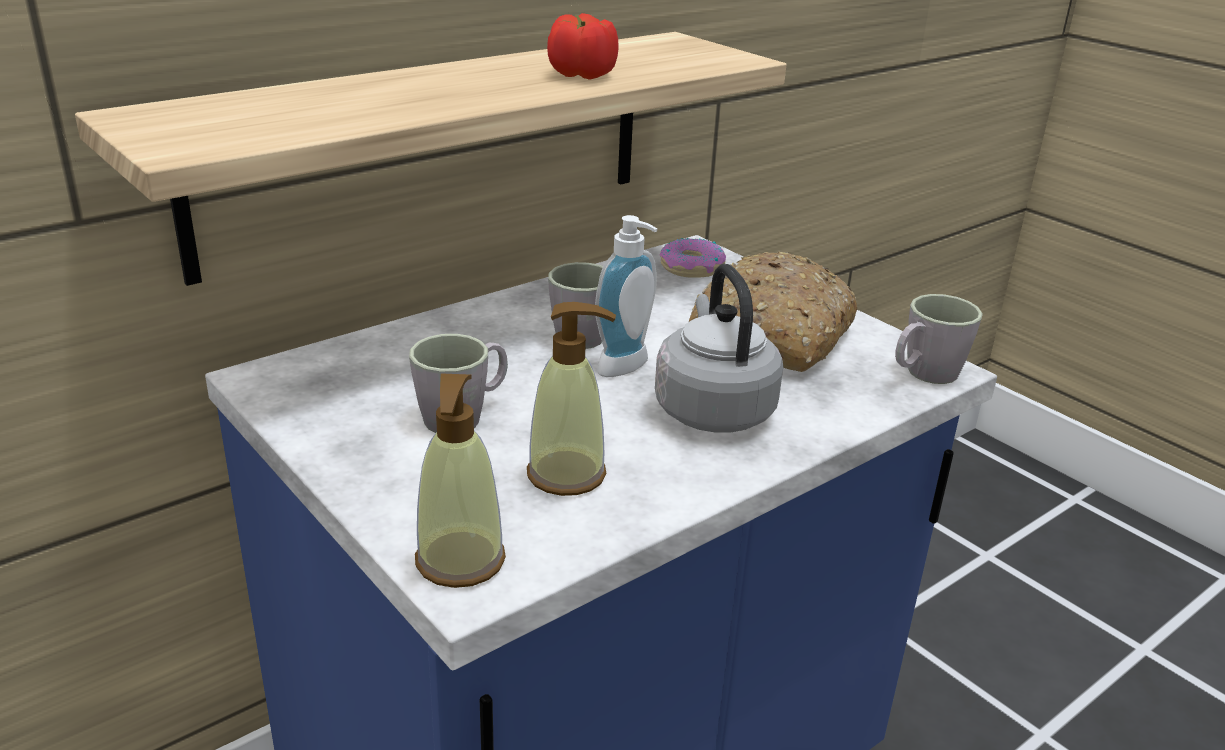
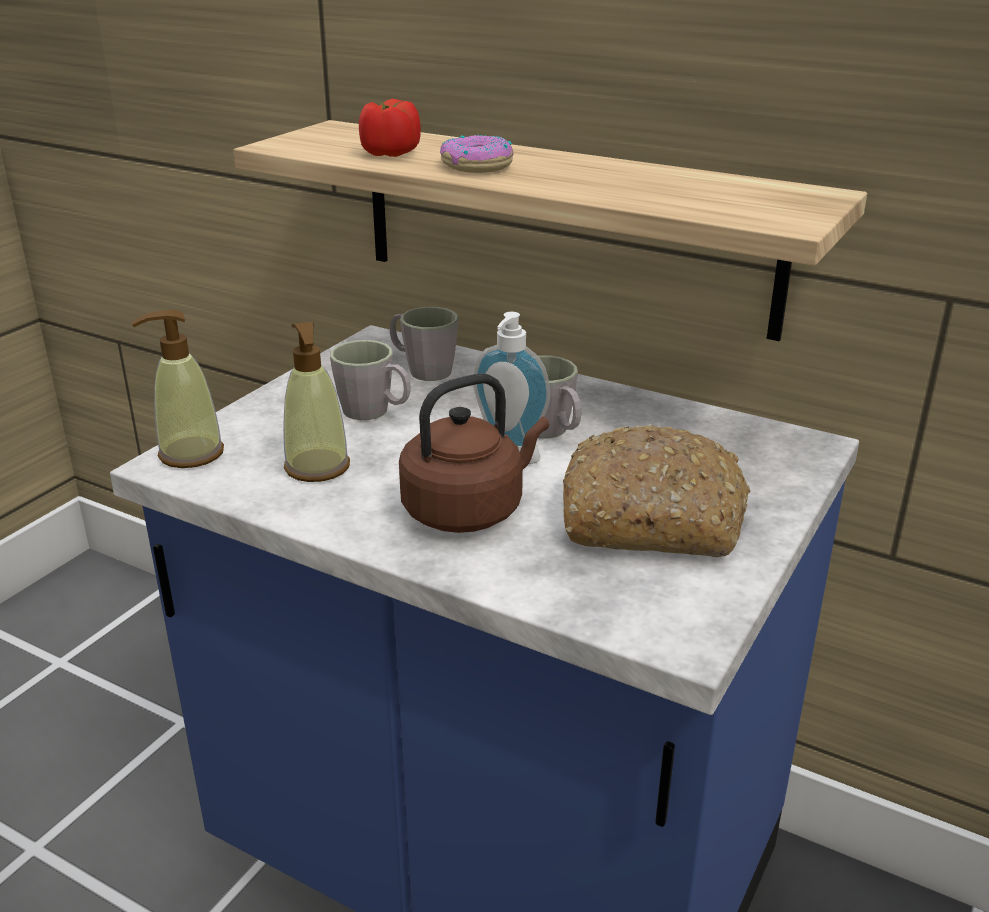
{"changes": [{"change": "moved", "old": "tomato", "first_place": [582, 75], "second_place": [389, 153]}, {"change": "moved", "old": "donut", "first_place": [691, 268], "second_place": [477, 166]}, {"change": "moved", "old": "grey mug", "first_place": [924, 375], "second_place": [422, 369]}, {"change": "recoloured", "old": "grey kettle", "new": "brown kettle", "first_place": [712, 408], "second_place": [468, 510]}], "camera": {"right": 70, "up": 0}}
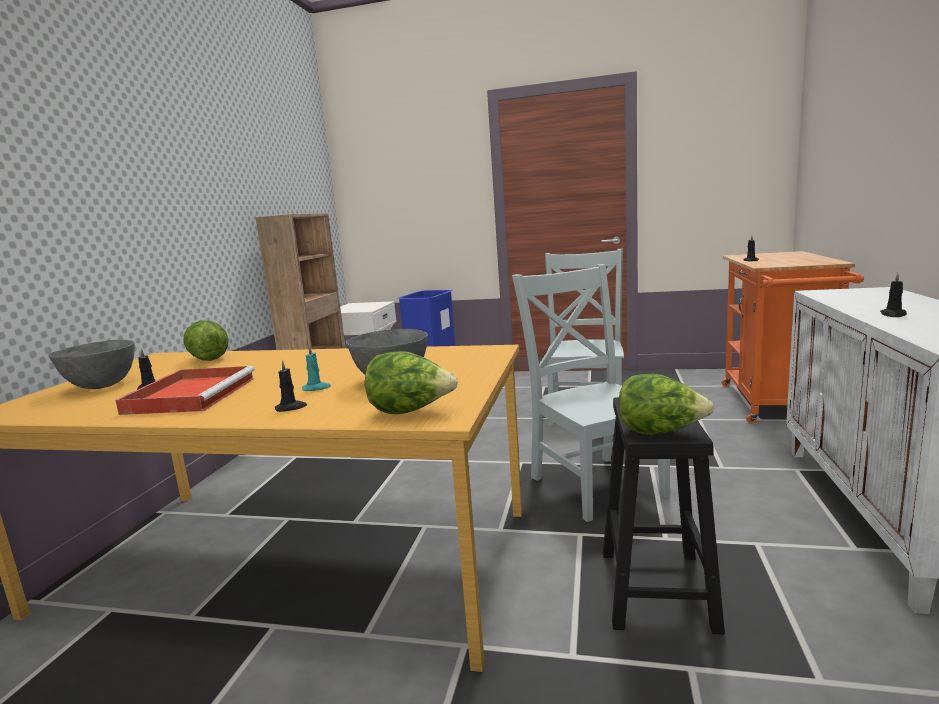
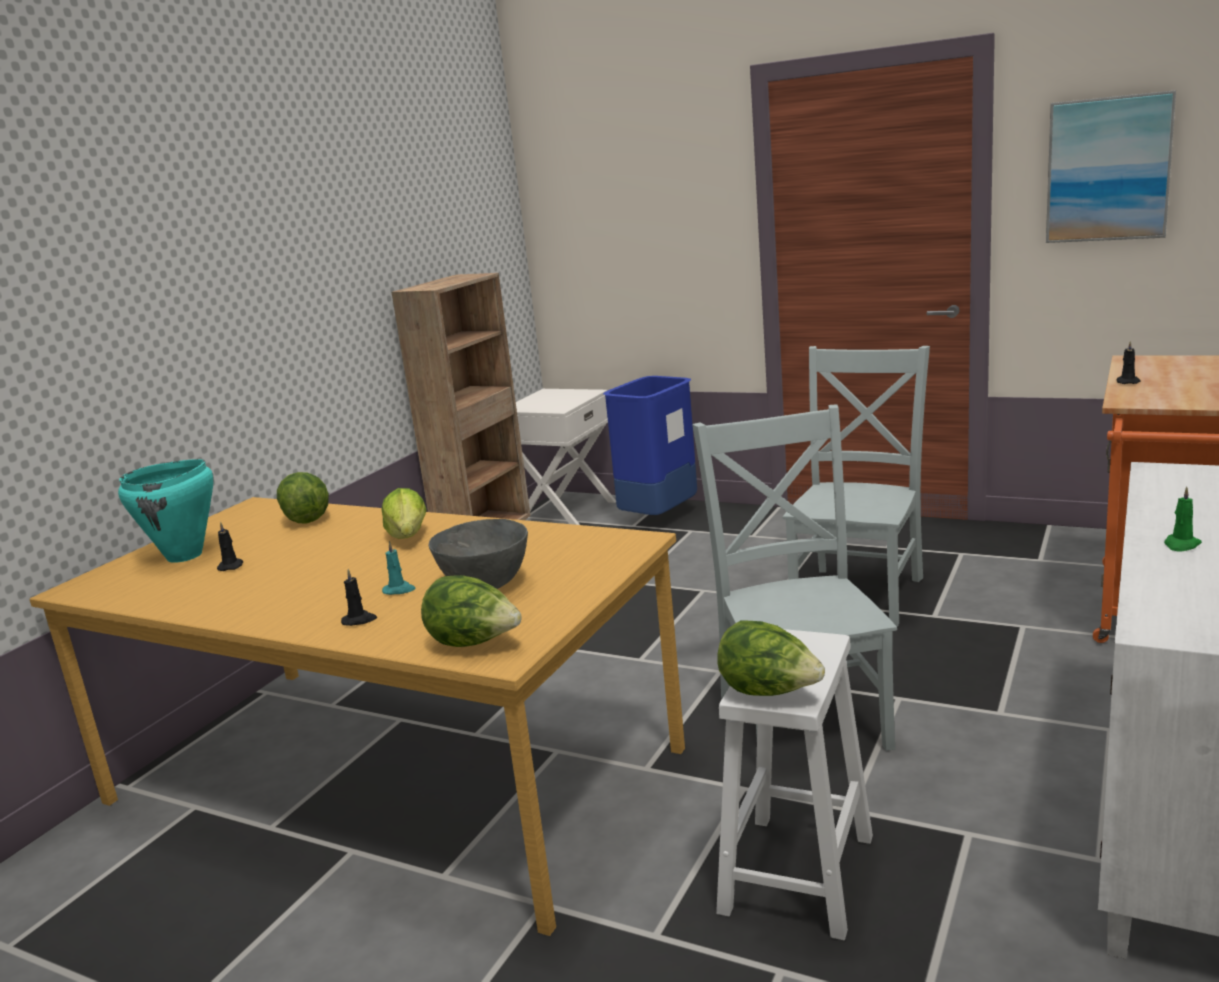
{"changes": [{"change": "removed", "old": "red tray", "first_place": [192, 394]}, {"change": "added", "new": "lettuce", "second_place": [408, 536]}, {"change": "added", "new": "picture", "second_place": [1108, 169]}, {"change": "replaced", "old": "grey bowl", "new": "turquoise cooking pot", "first_place": [102, 386], "second_place": [185, 556]}, {"change": "recoloured", "old": "black stool", "new": "white stool", "first_place": [657, 590], "second_place": [797, 876]}, {"change": "recoloured", "old": "black candle", "new": "green candle", "first_place": [893, 315], "second_place": [1181, 545]}], "camera": {"right": 15, "up": 5}}
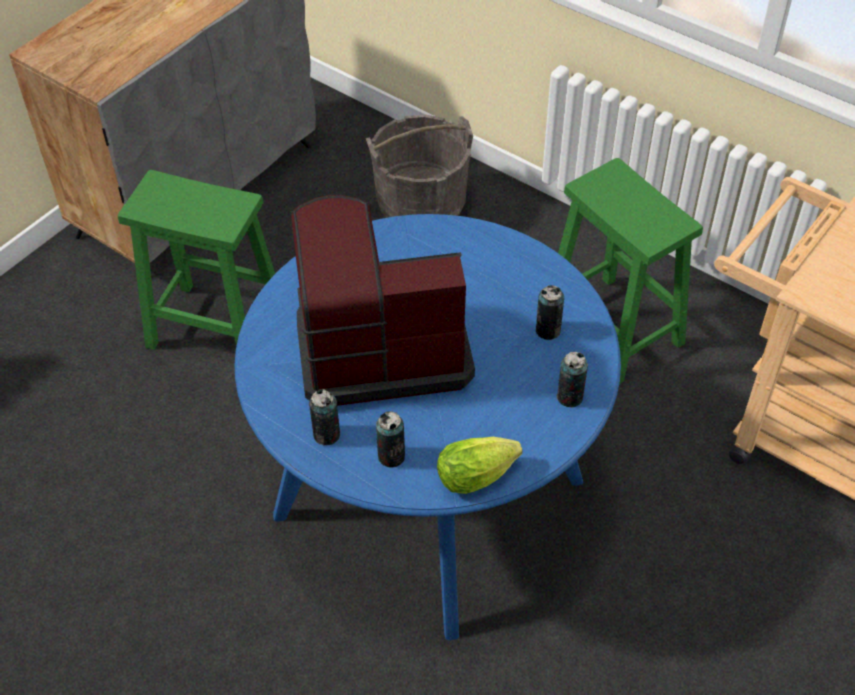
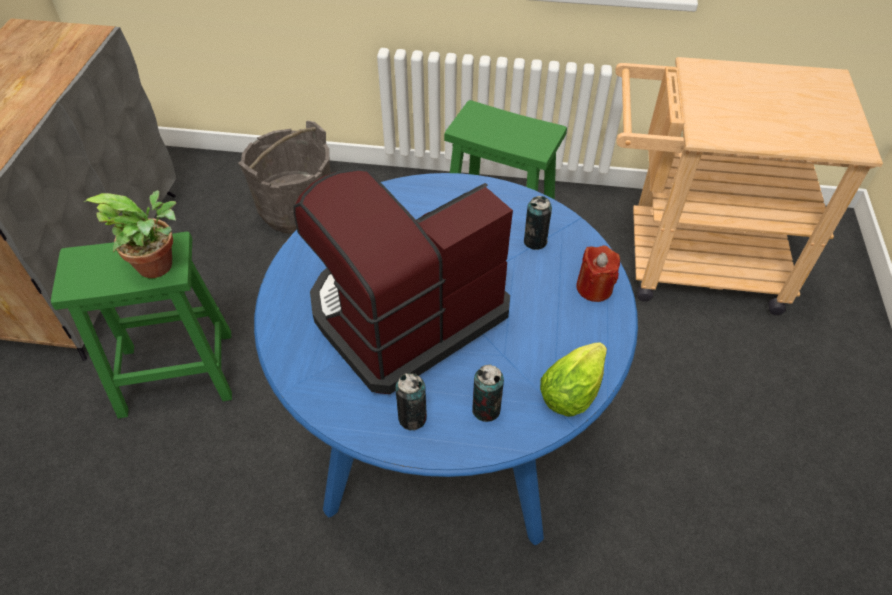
{"changes": [{"change": "added", "new": "potted plant", "second_place": [160, 265]}, {"change": "replaced", "old": "can", "new": "red candle", "first_place": [569, 397], "second_place": [594, 288]}], "camera": {"right": -30, "up": 0}}
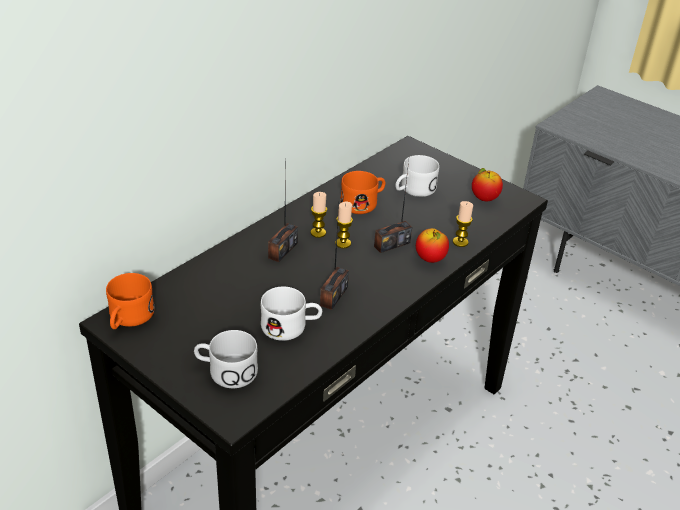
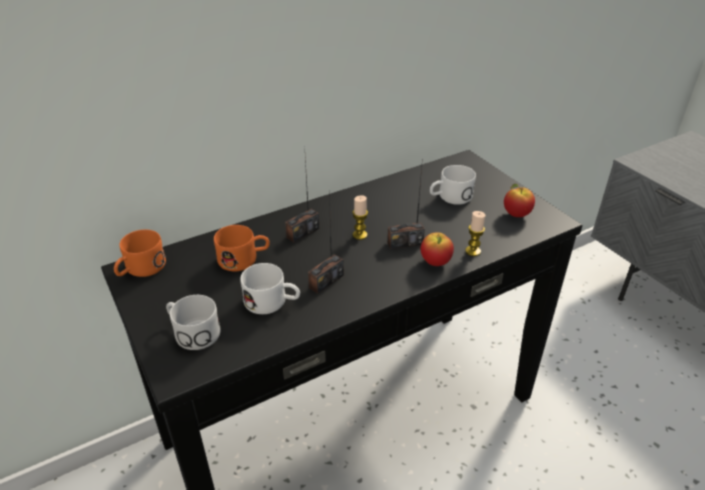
{"changes": [{"change": "removed", "old": "candle", "first_place": [318, 233]}, {"change": "moved", "old": "orange mug", "first_place": [363, 203], "second_place": [244, 259]}], "camera": {"right": 20, "up": 0}}
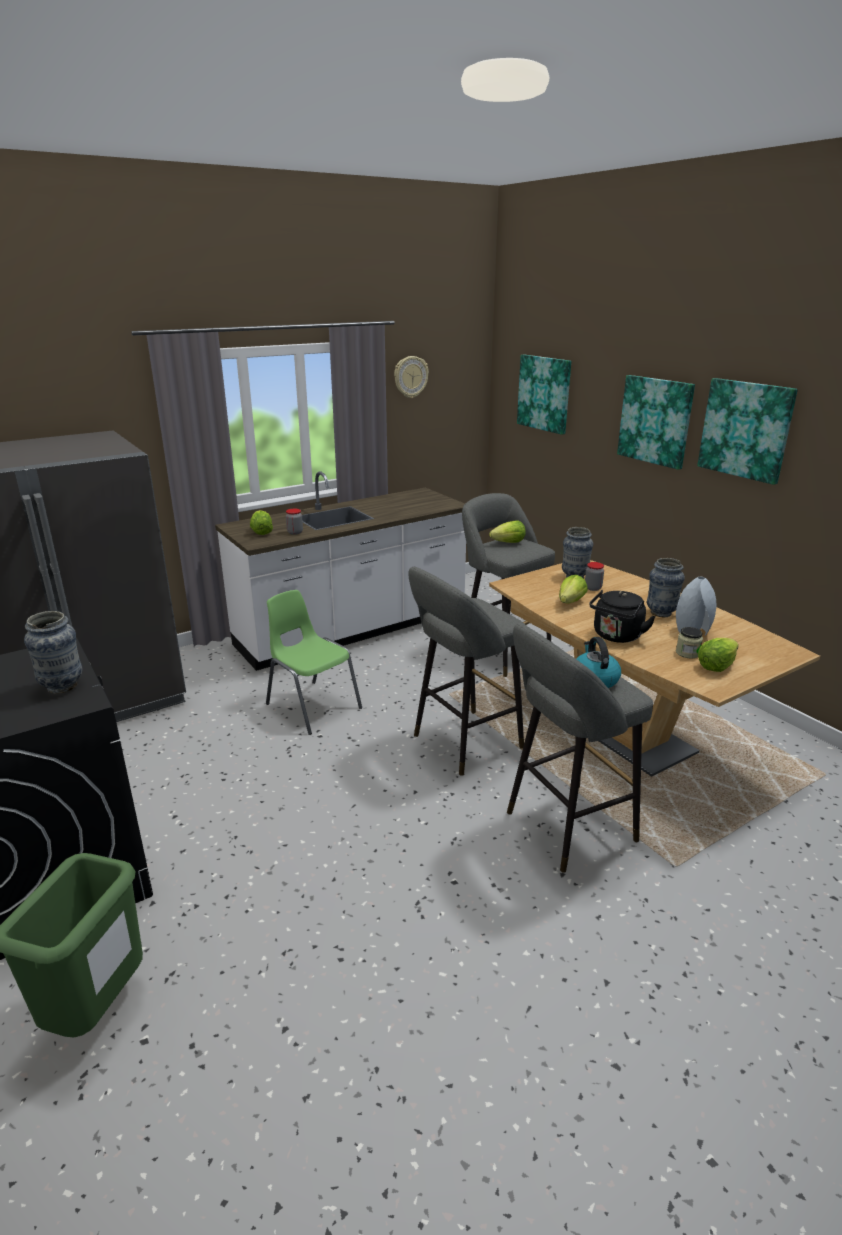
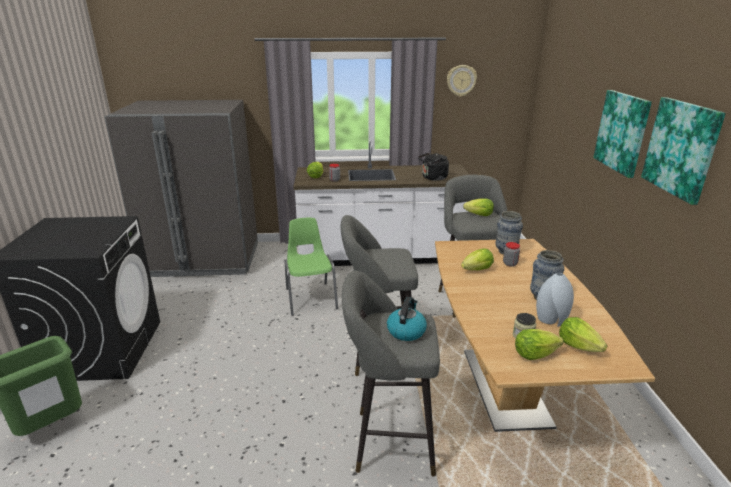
{"changes": [{"change": "removed", "old": "vase", "first_place": [62, 686]}, {"change": "removed", "old": "picture", "first_place": [544, 393]}, {"change": "added", "new": "lettuce", "second_place": [578, 346]}, {"change": "moved", "old": "black kettle", "first_place": [616, 636], "second_place": [433, 178]}], "camera": {"right": 30, "up": 0}}
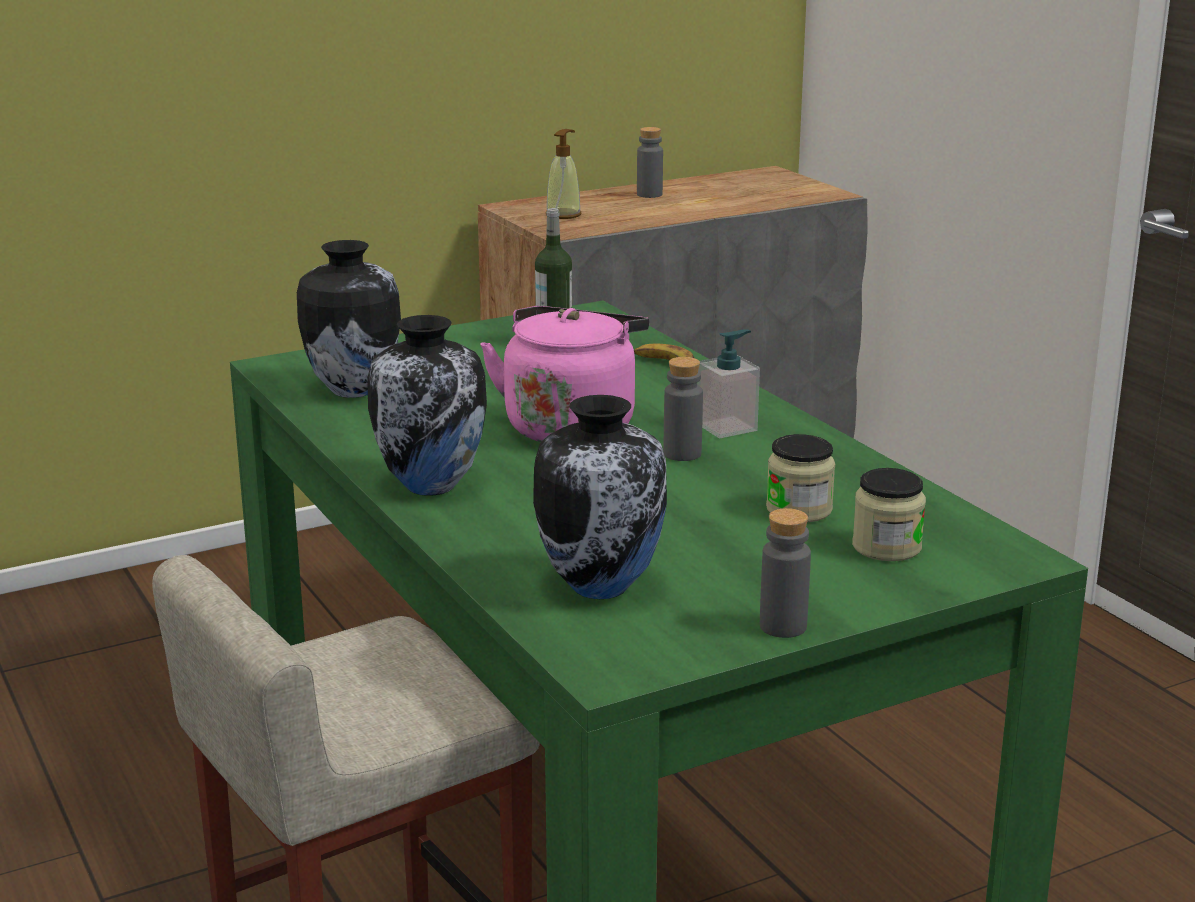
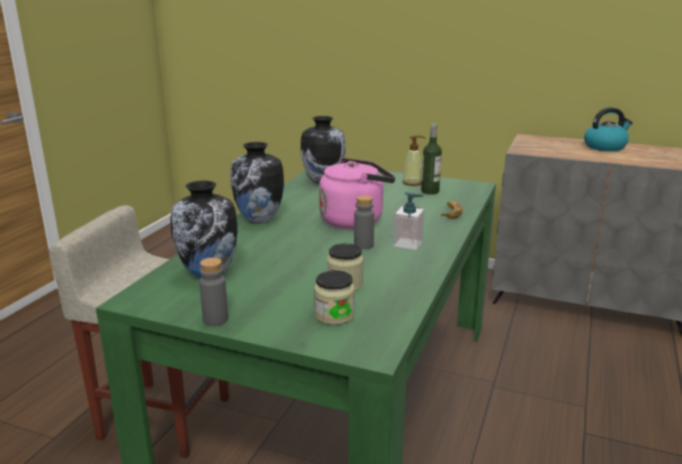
{"changes": [{"change": "moved", "old": "soap dispenser", "first_place": [563, 215], "second_place": [412, 183]}, {"change": "replaced", "old": "grey bottle", "new": "kettle", "first_place": [649, 194], "second_place": [605, 147]}], "camera": {"right": 50, "up": 0}}
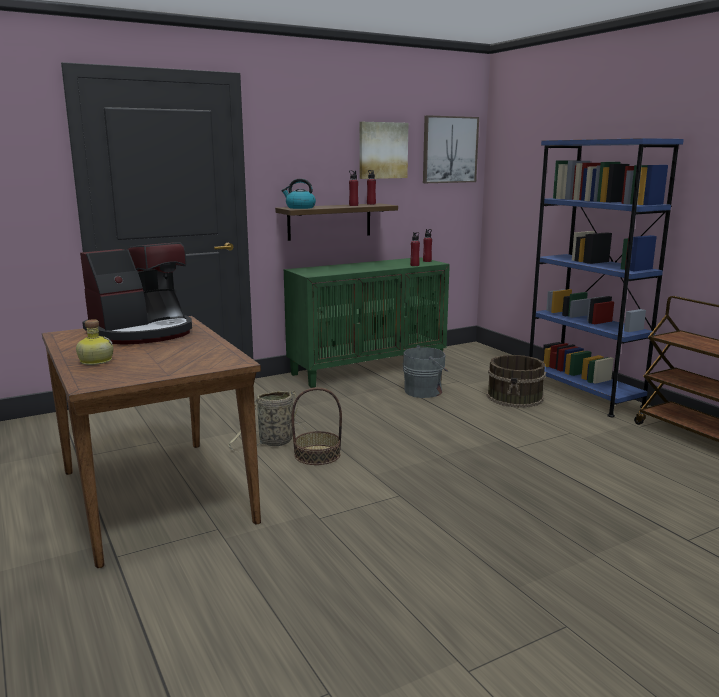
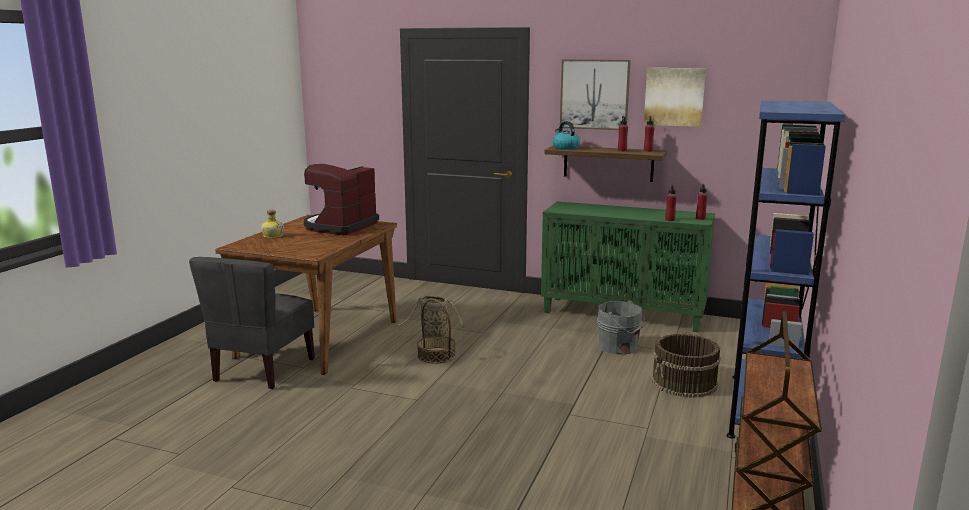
{"changes": [{"change": "added", "new": "grey chair", "second_place": [263, 370]}, {"change": "moved", "old": "picture", "first_place": [449, 149], "second_place": [594, 94]}, {"change": "turned", "old": "coffee machine", "first_place": [142, 332], "second_place": [340, 226], "degrees": 105}], "camera": {"right": 50, "up": 0}}
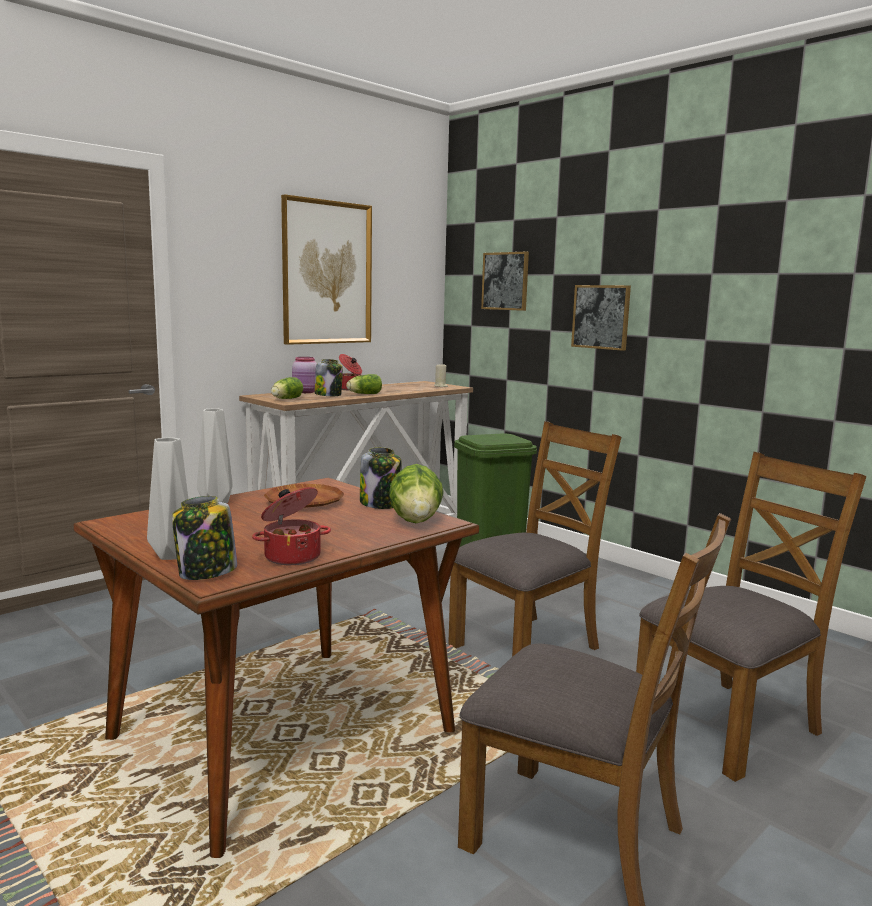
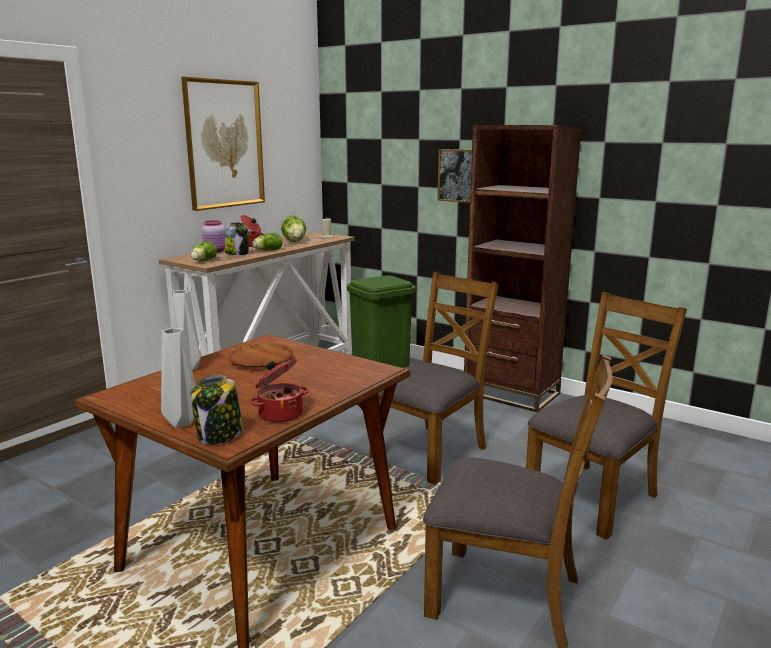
{"changes": [{"change": "removed", "old": "jar", "first_place": [380, 504]}, {"change": "removed", "old": "picture", "first_place": [505, 281]}, {"change": "added", "new": "brown bookcase", "second_place": [511, 393]}, {"change": "moved", "old": "lettuce", "first_place": [416, 521], "second_place": [294, 241]}], "camera": {"right": -10, "up": 5}}
